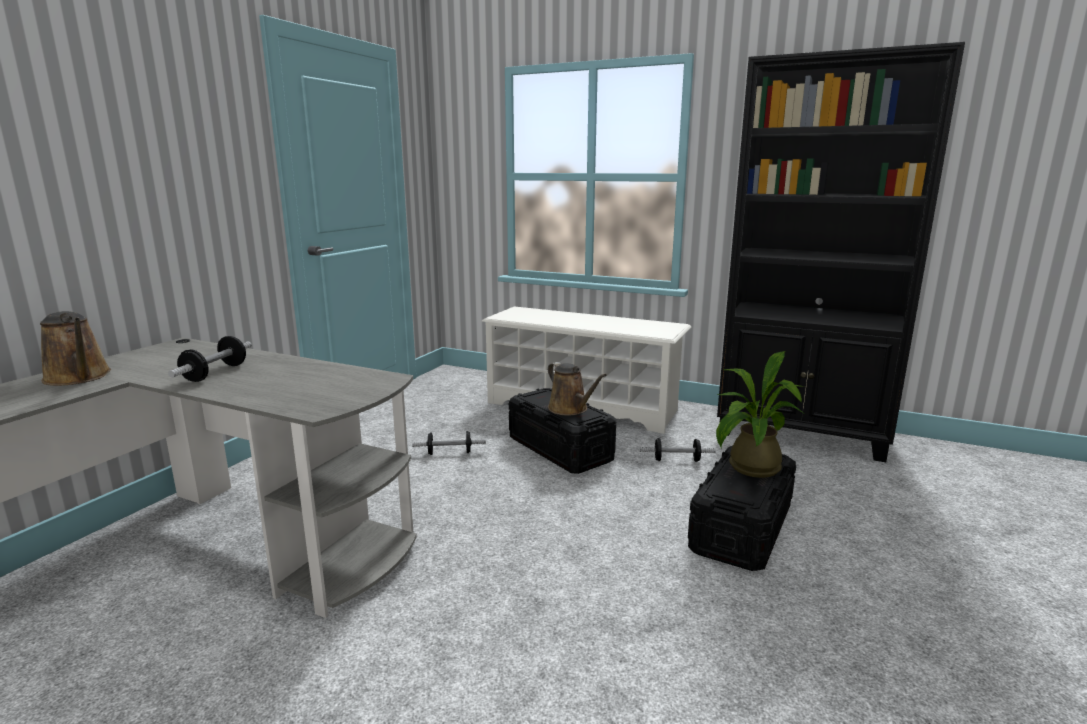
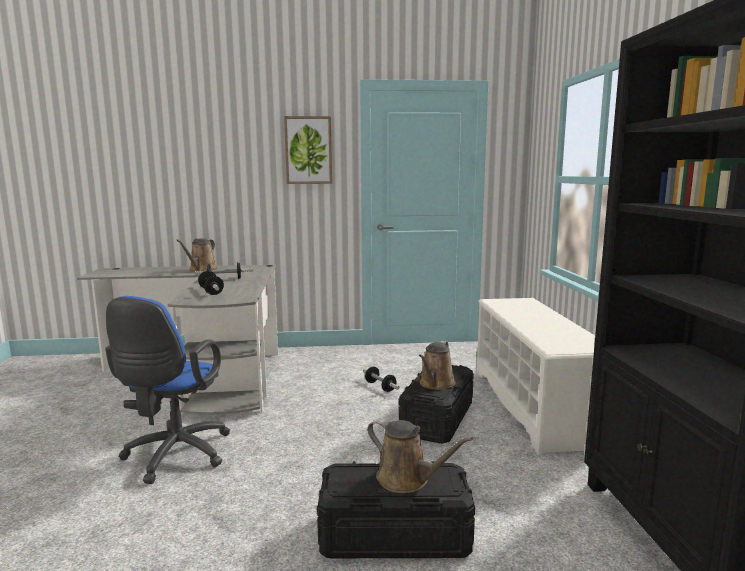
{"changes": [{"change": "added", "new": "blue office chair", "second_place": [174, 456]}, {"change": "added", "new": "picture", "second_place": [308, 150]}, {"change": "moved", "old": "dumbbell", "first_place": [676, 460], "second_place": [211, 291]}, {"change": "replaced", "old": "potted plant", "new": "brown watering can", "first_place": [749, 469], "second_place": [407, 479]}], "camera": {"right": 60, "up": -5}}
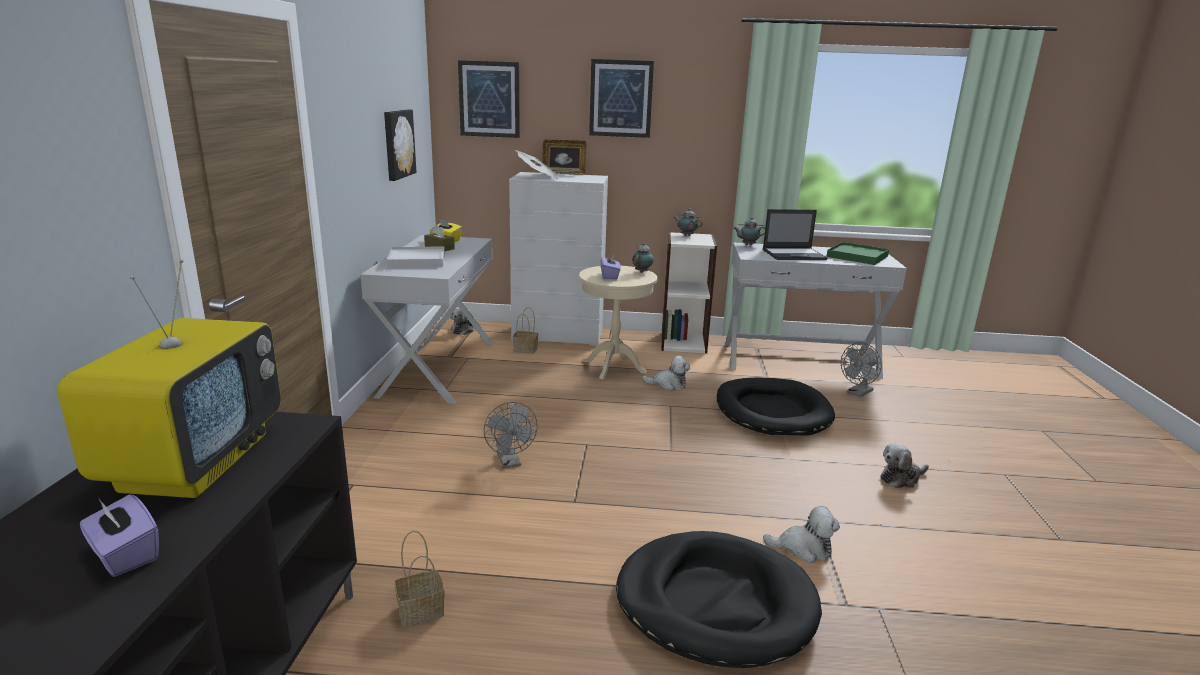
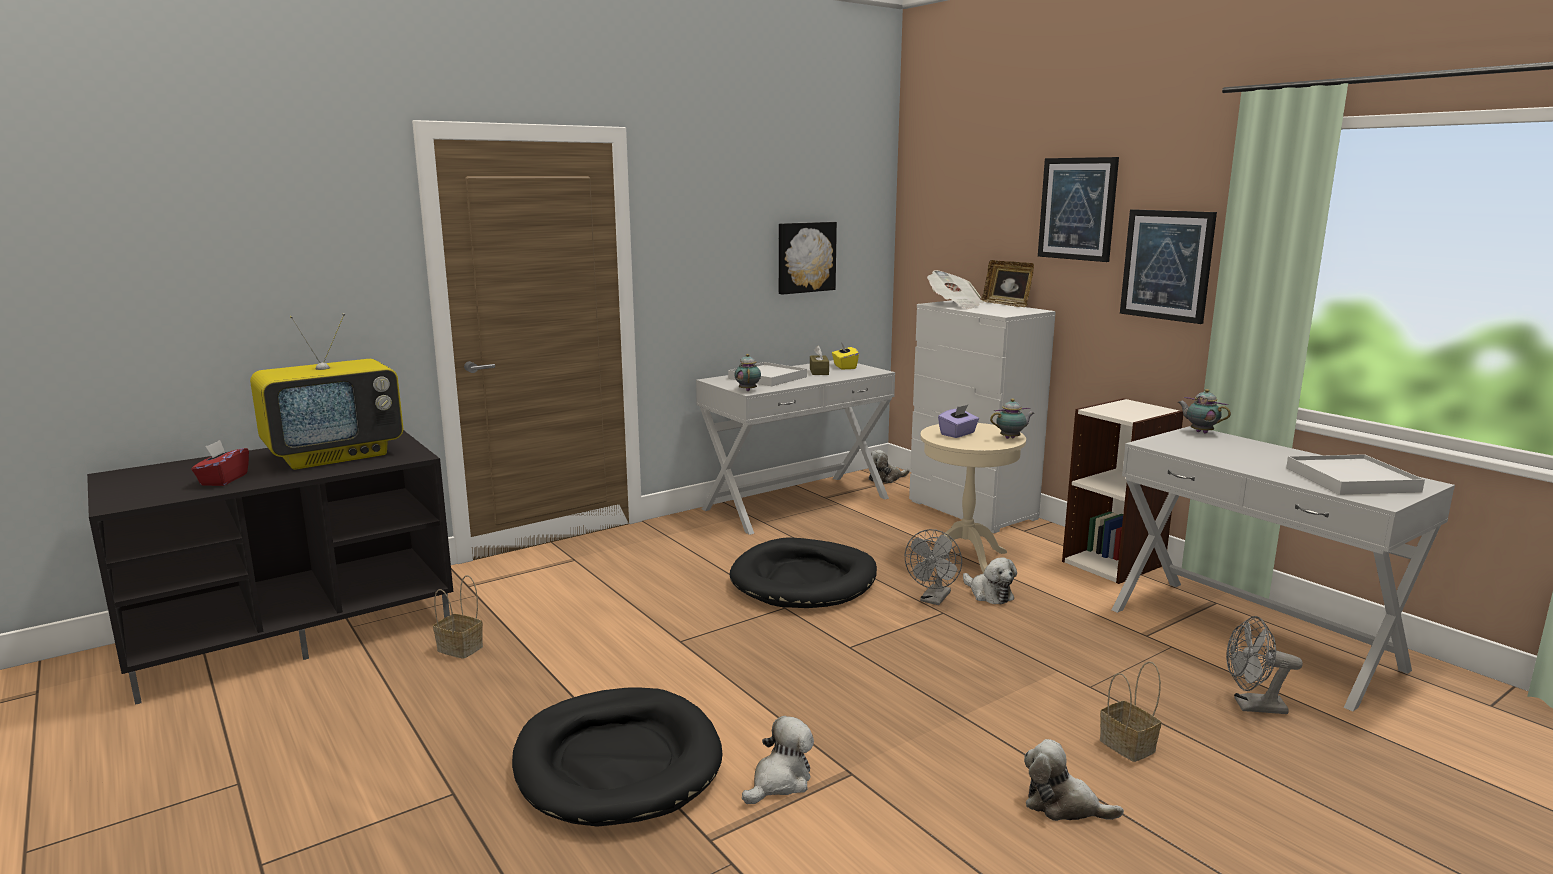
{"changes": [{"change": "removed", "old": "laptop", "first_place": [794, 254]}, {"change": "moved", "old": "picture", "first_place": [489, 99], "second_place": [1167, 265]}, {"change": "moved", "old": "grey fan", "first_place": [510, 462], "second_place": [933, 599]}, {"change": "moved", "old": "basket", "first_place": [526, 349], "second_place": [1129, 746]}, {"change": "moved", "old": "teapot", "first_place": [686, 235], "second_place": [748, 390]}, {"change": "moved", "old": "black dog bed", "first_place": [772, 411], "second_place": [804, 580]}, {"change": "recoloured", "old": "purple tissue box", "new": "red tissue box", "first_place": [125, 555], "second_place": [223, 480]}, {"change": "recoloured", "old": "green tray", "new": "white tray", "first_place": [857, 256], "second_place": [1351, 480]}, {"change": "turned", "old": "plush toy", "first_place": [803, 548], "second_place": [780, 781], "degrees": -105}], "camera": {"right": 50, "up": -5}}
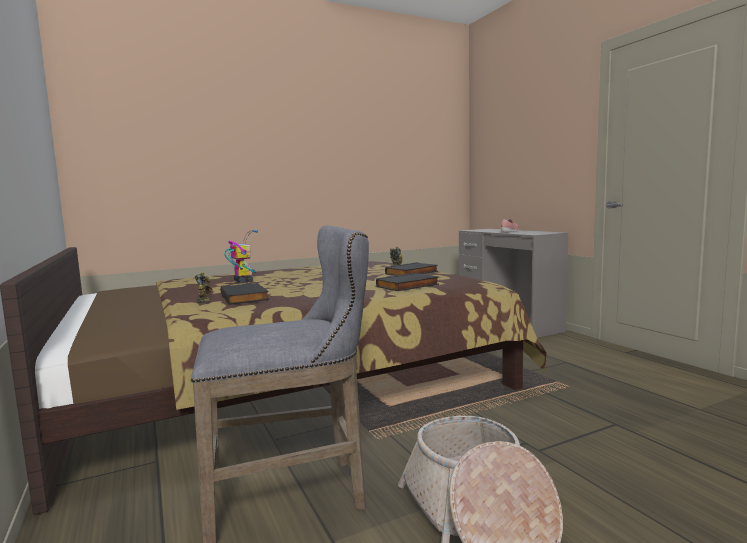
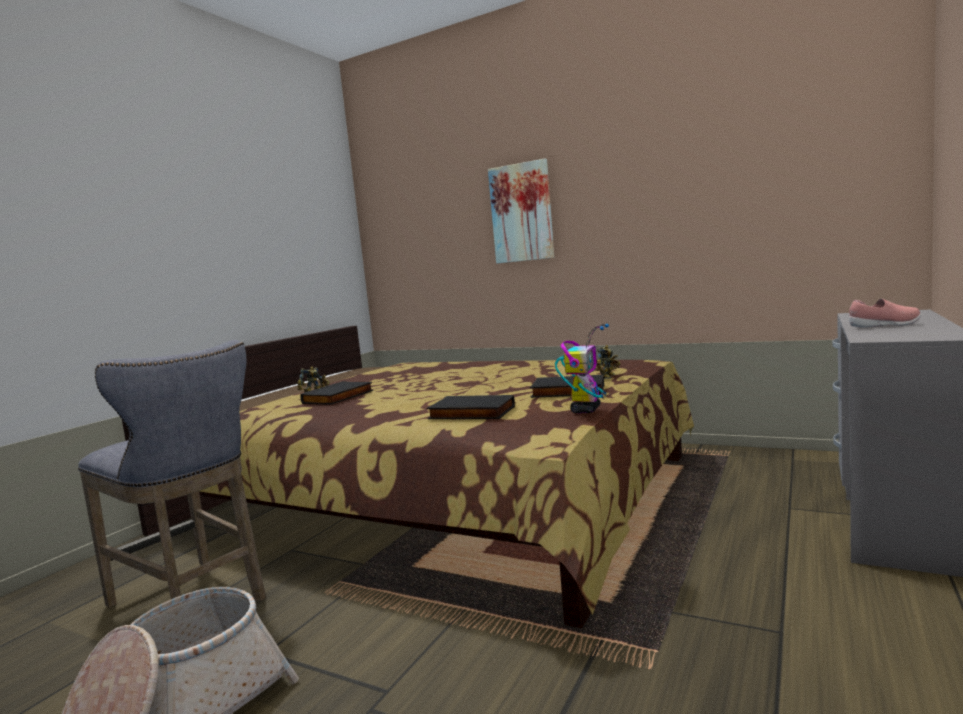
{"changes": [{"change": "added", "new": "picture", "second_place": [521, 213]}, {"change": "moved", "old": "toy robot", "first_place": [243, 281], "second_place": [586, 410]}], "camera": {"right": 55, "up": 0}}
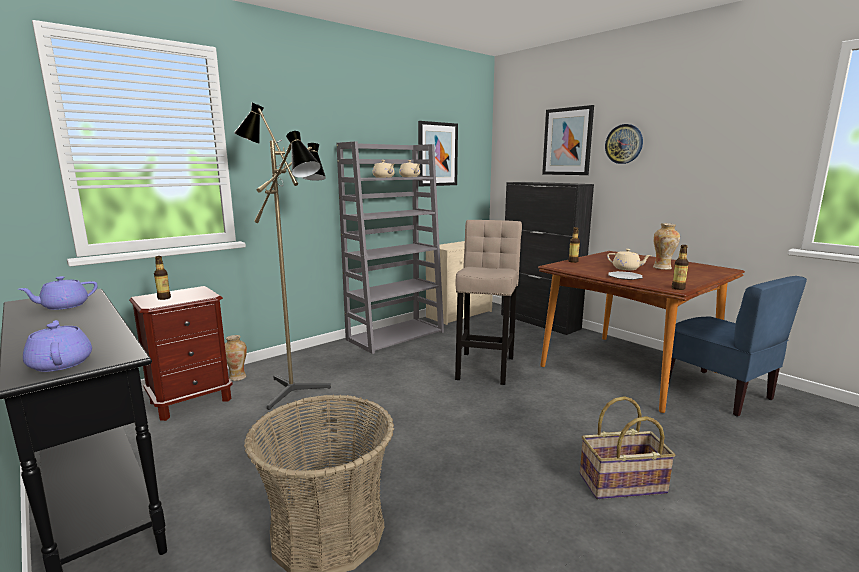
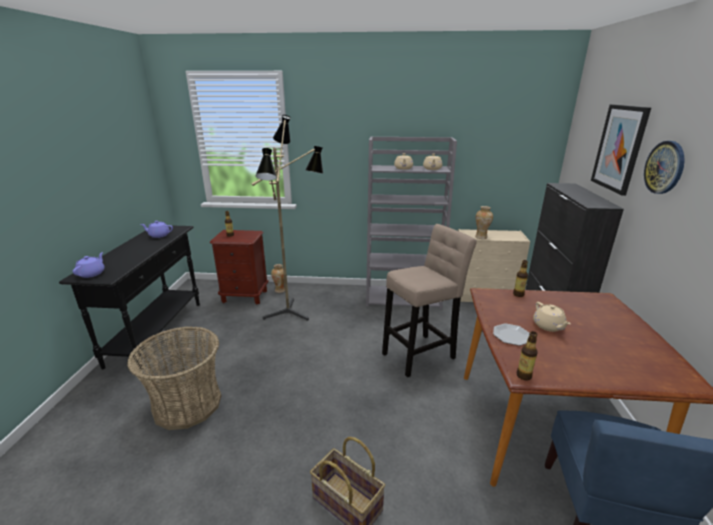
{"changes": [{"change": "removed", "old": "picture", "first_place": [437, 154]}, {"change": "moved", "old": "vase", "first_place": [662, 268], "second_place": [481, 237]}], "camera": {"right": 45, "up": 10}}
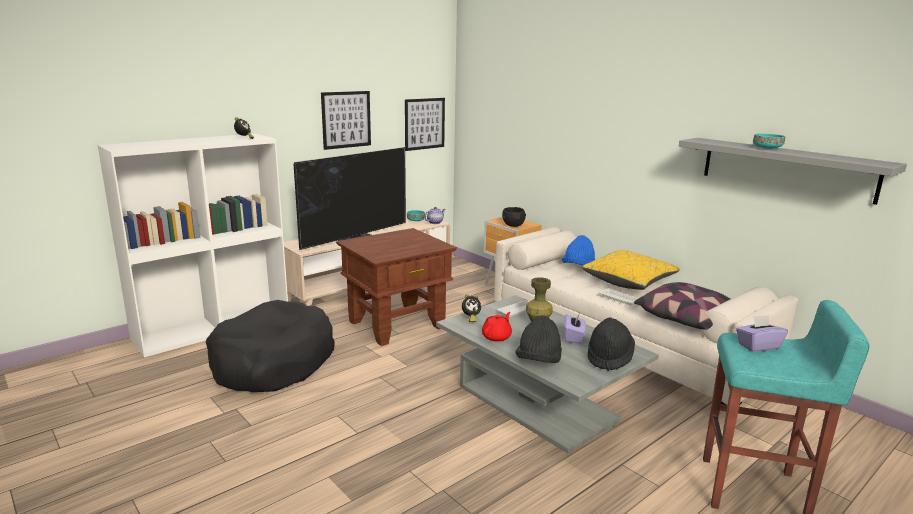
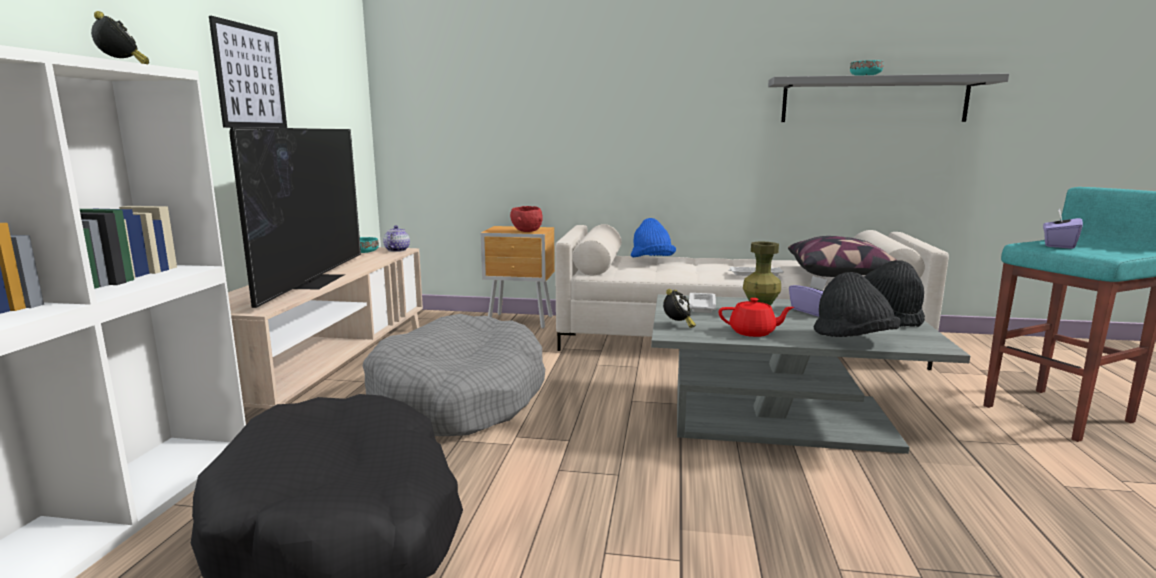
{"changes": [{"change": "removed", "old": "picture", "first_place": [424, 123]}, {"change": "removed", "old": "yellow pillow", "first_place": [629, 282]}, {"change": "replaced", "old": "brown side table", "new": "grey dog bed", "first_place": [397, 324], "second_place": [458, 399]}, {"change": "recoloured", "old": "black bowl", "new": "red bowl", "first_place": [513, 225], "second_place": [526, 231]}, {"change": "turned", "old": "red teapot", "first_place": [497, 336], "second_place": [753, 332], "degrees": 105}], "camera": {"right": -40, "up": -5}}
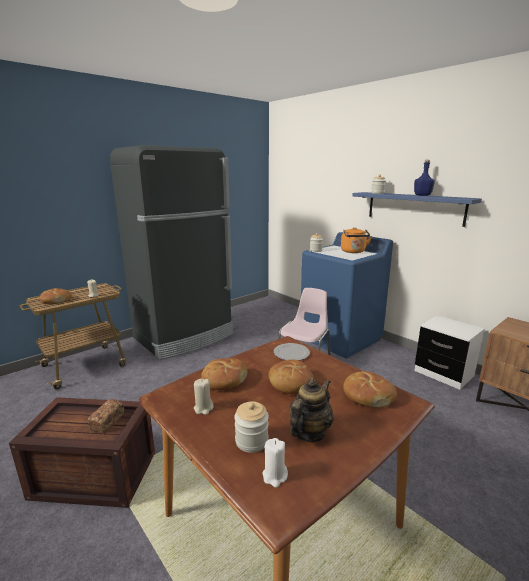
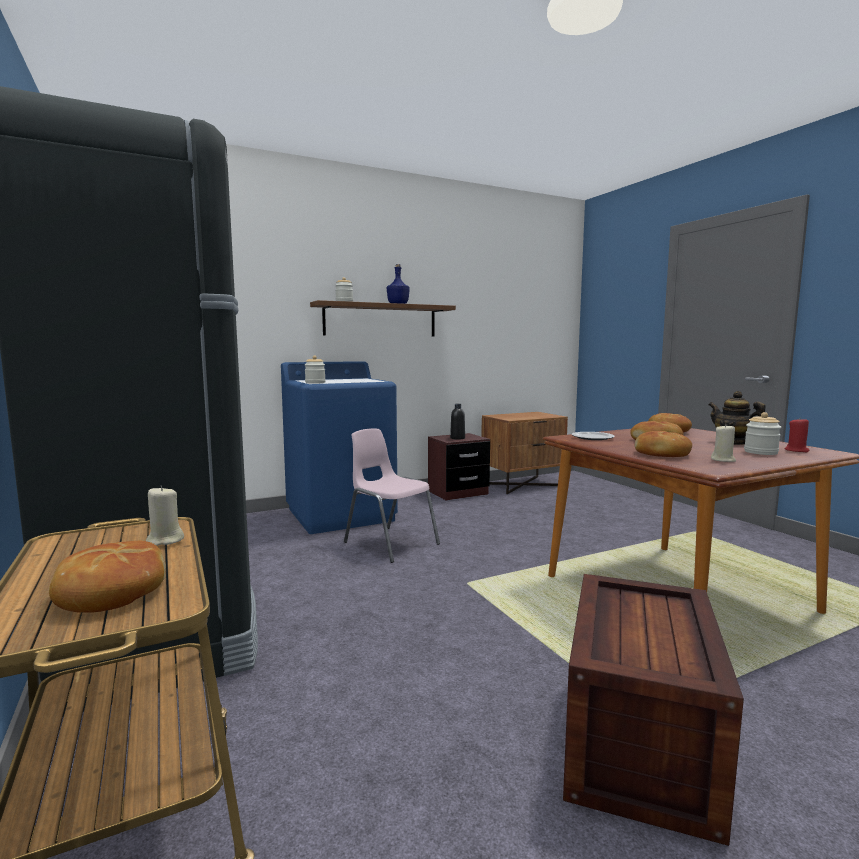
{"changes": [{"change": "removed", "old": "bread", "first_place": [107, 422]}, {"change": "removed", "old": "orange kettle", "first_place": [353, 252]}, {"change": "added", "new": "black bottle", "second_place": [457, 438]}, {"change": "recoloured", "old": "white candle", "new": "red candle", "first_place": [274, 476], "second_place": [797, 450]}, {"change": "recoloured", "old": "blue shelf", "new": "brown shelf", "first_place": [414, 208], "second_place": [380, 320]}, {"change": "recoloured", "old": "white nightstand", "new": "brown nightstand", "first_place": [443, 373], "second_place": [458, 493]}], "camera": {"right": -75, "up": -10}}
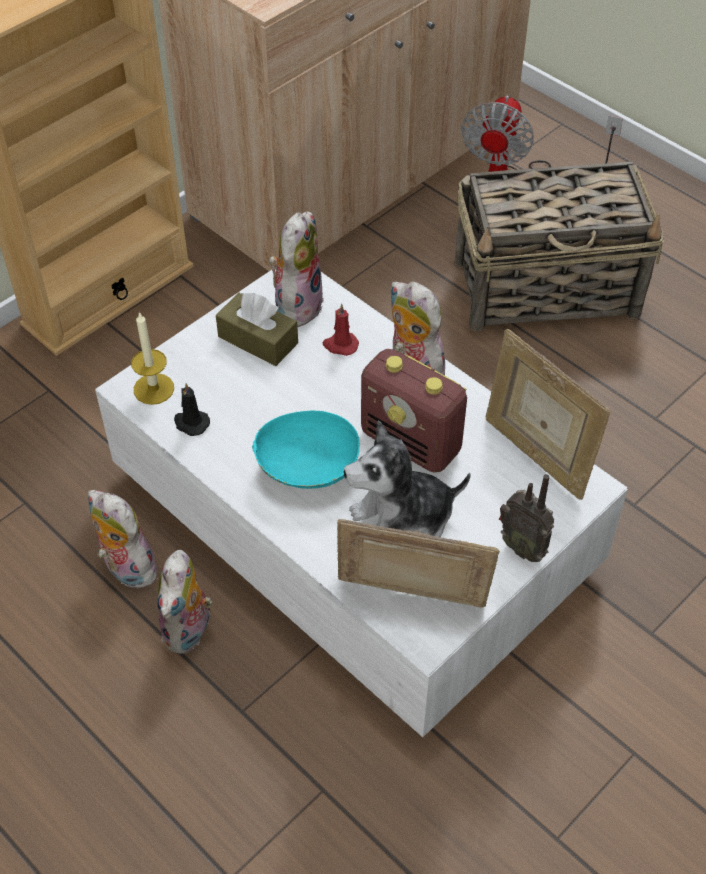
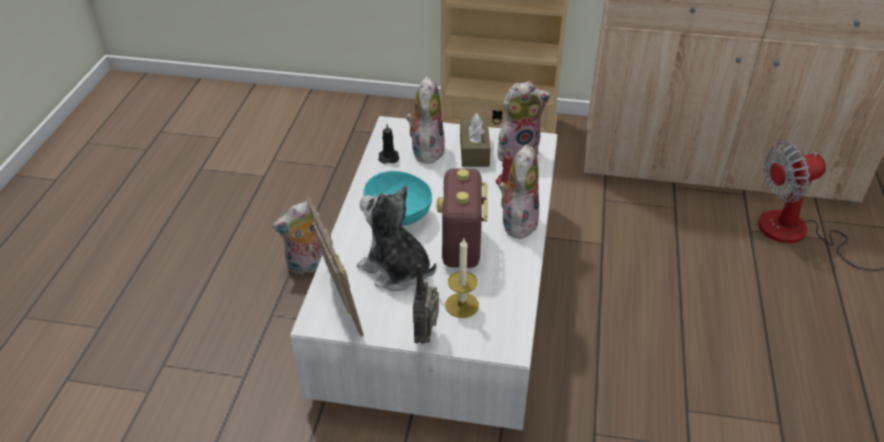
{"changes": [{"change": "removed", "old": "basket", "first_place": [548, 288]}, {"change": "removed", "old": "picture frame", "first_place": [536, 454]}, {"change": "moved", "old": "plush toy", "first_place": [126, 568], "second_place": [426, 150]}, {"change": "moved", "old": "candle", "first_place": [154, 389], "second_place": [462, 305]}], "camera": {"right": 55, "up": -10}}
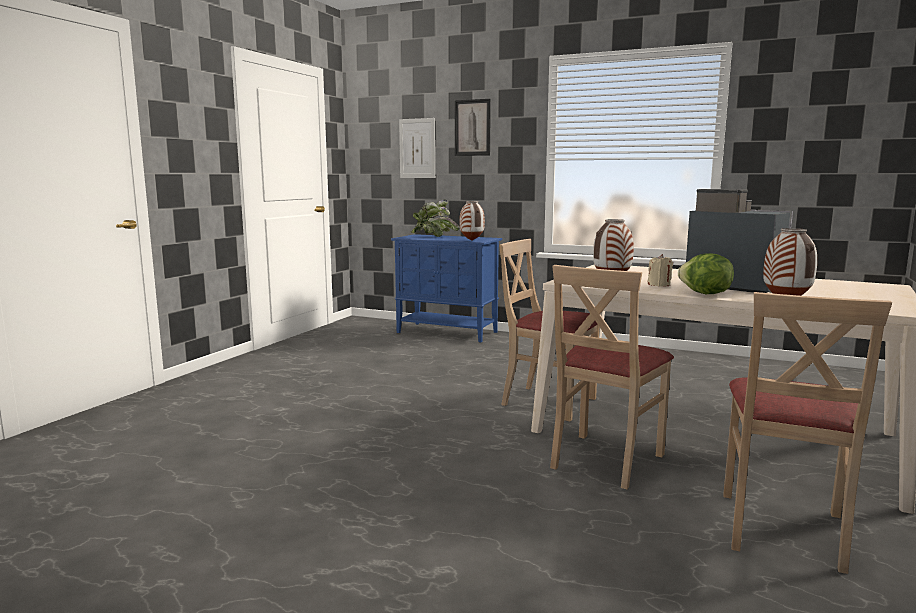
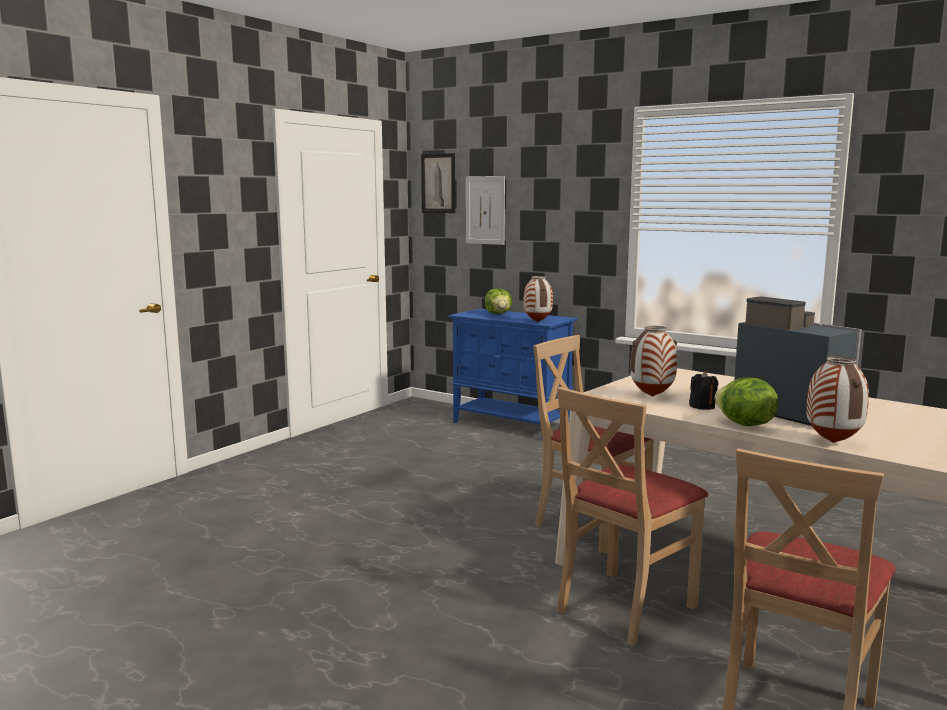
{"changes": [{"change": "moved", "old": "picture", "first_place": [472, 127], "second_place": [438, 183]}, {"change": "replaced", "old": "potted plant", "new": "lettuce", "first_place": [434, 237], "second_place": [498, 314]}, {"change": "recoloured", "old": "beige candle", "new": "black candle", "first_place": [659, 285], "second_place": [702, 407]}], "camera": {"right": 10, "up": 0}}
